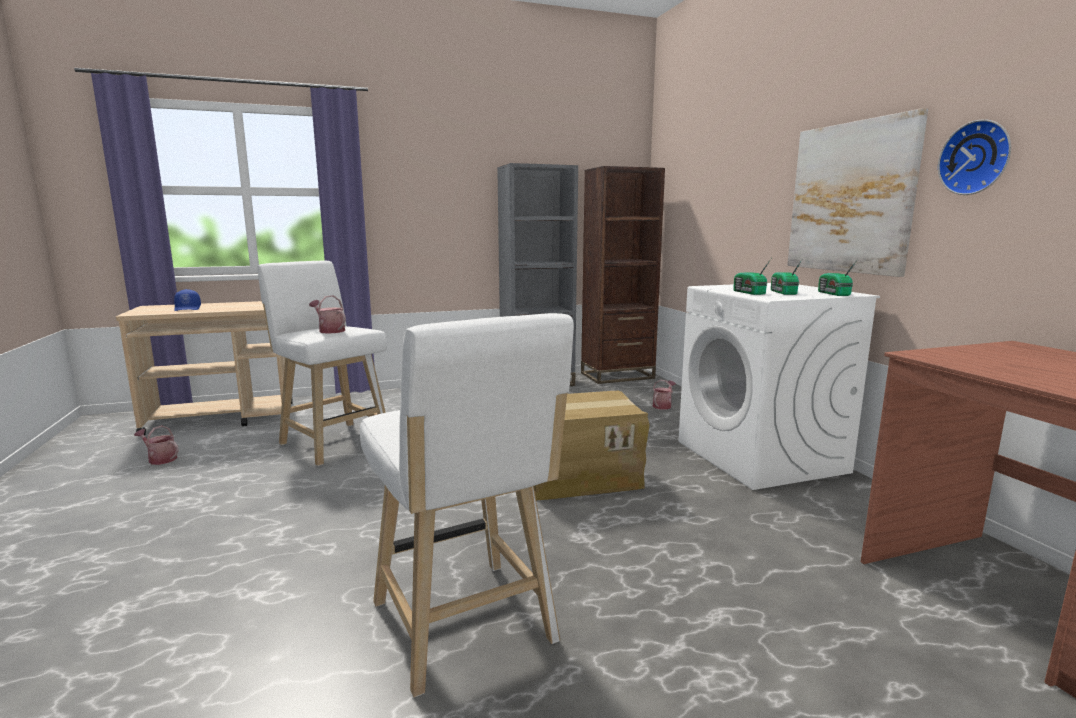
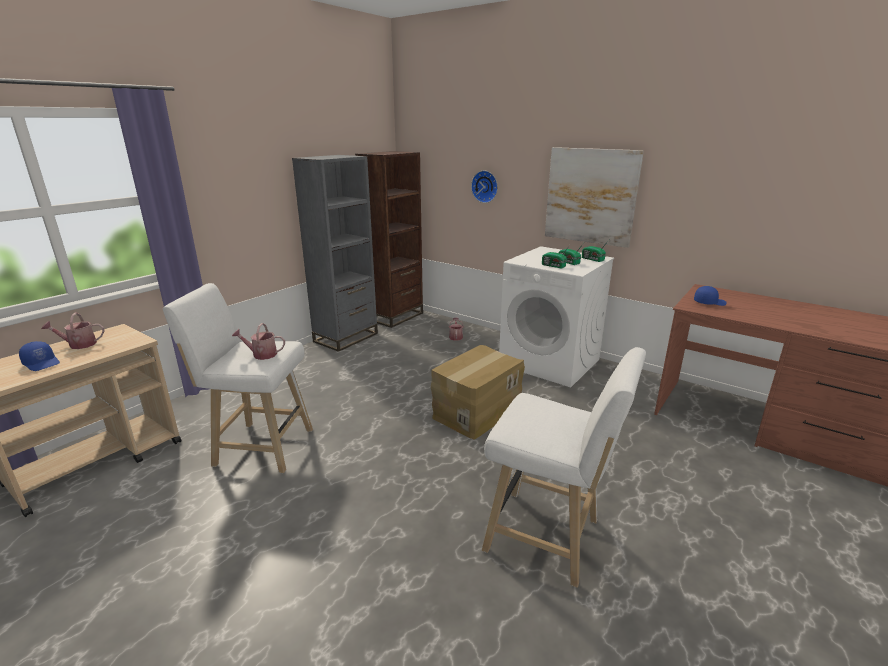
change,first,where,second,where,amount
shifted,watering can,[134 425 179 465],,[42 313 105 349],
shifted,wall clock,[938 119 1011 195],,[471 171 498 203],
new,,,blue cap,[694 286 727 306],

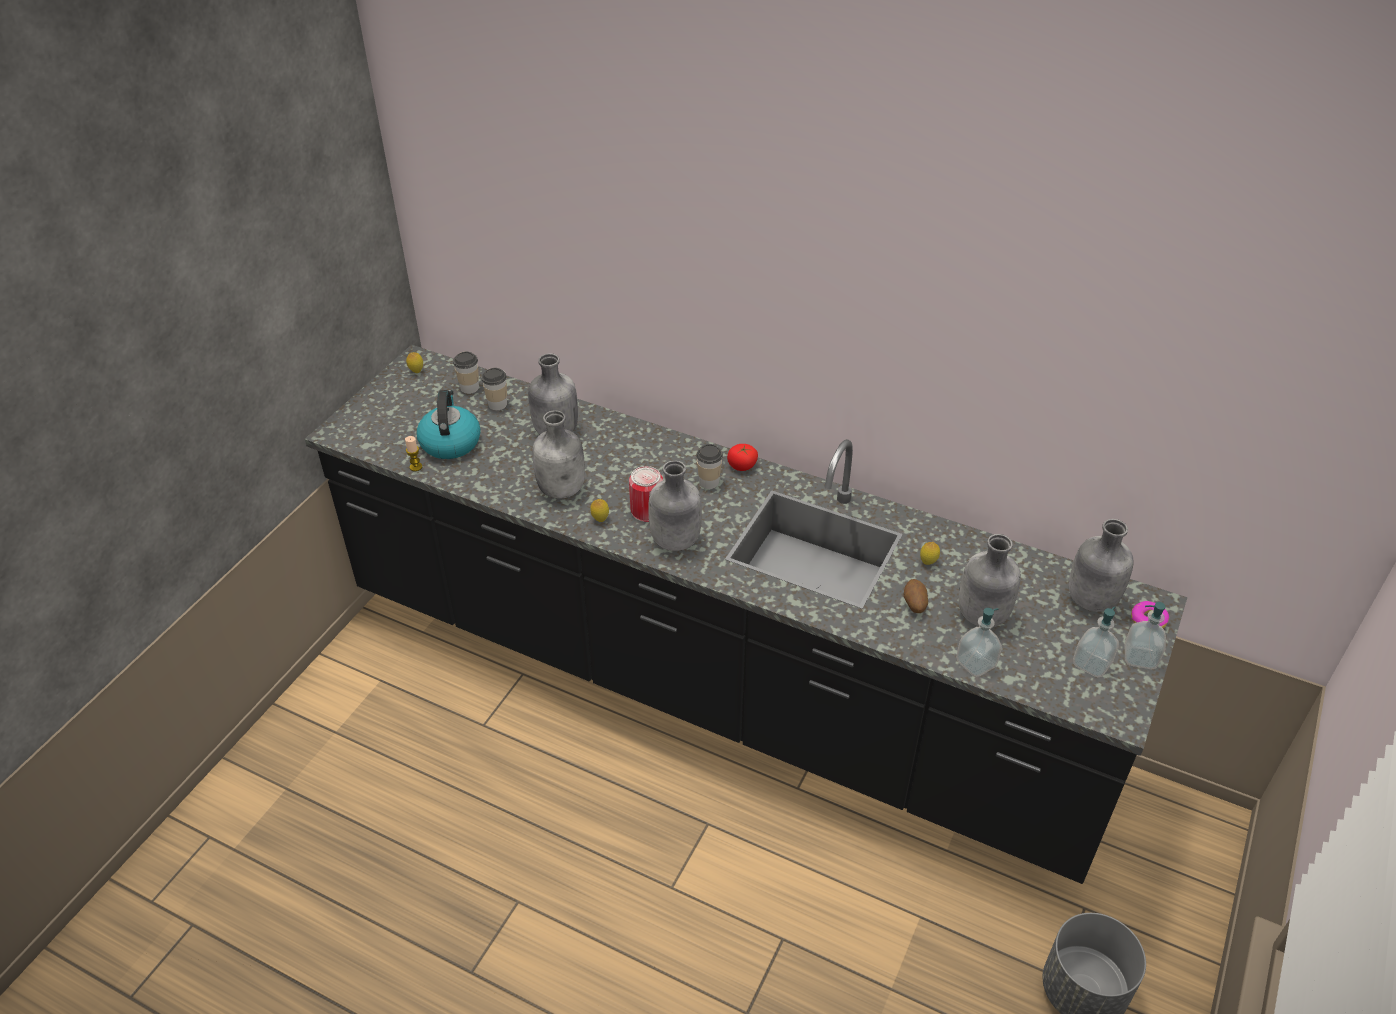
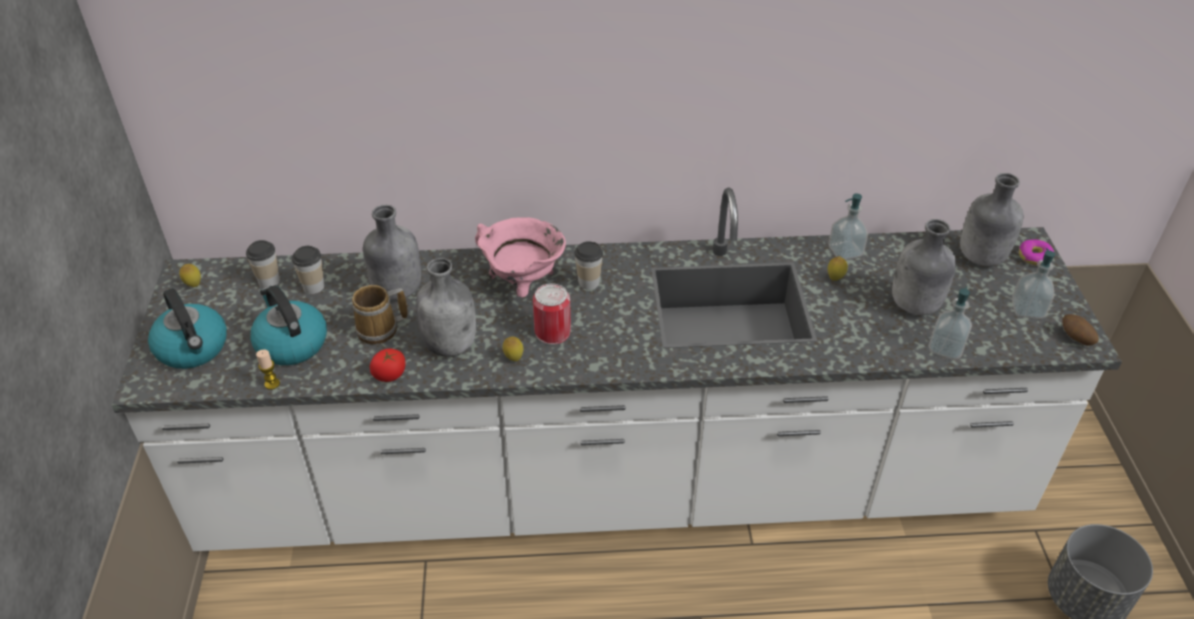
change,first,where,second,where,amount
repainted,black counter,[305 344 1187 884],white counter,[111 188 1122 551],
gone,grey bottle,[648 460 702 551],,,
shifted,tomato,[727 444 758 471],,[370 349 406 382],
shifted,potato,[904 579 928 613],,[1062 314 1099 346],
shifted,soap dispenser,[1125 602 1166 670],,[829 193 868 260],
new,,,kettle,[148 288 227 369],
new,,,mug,[352 285 408 344],
new,,,pink cooking pot,[475 217 566 297],

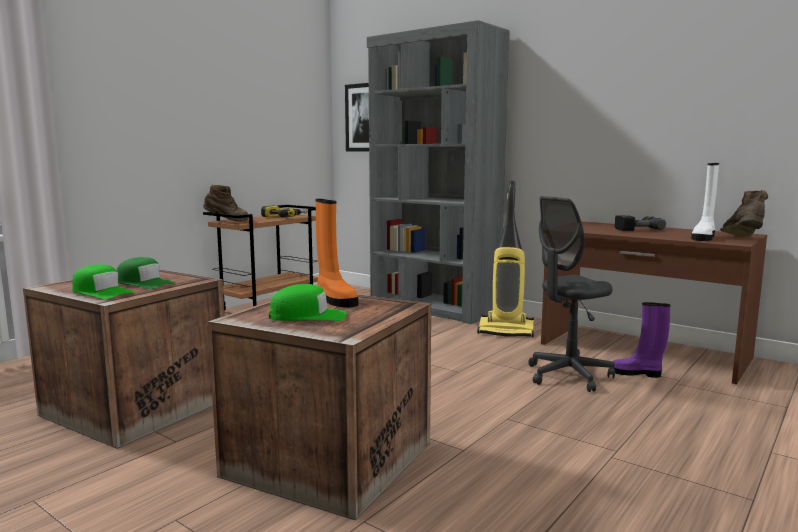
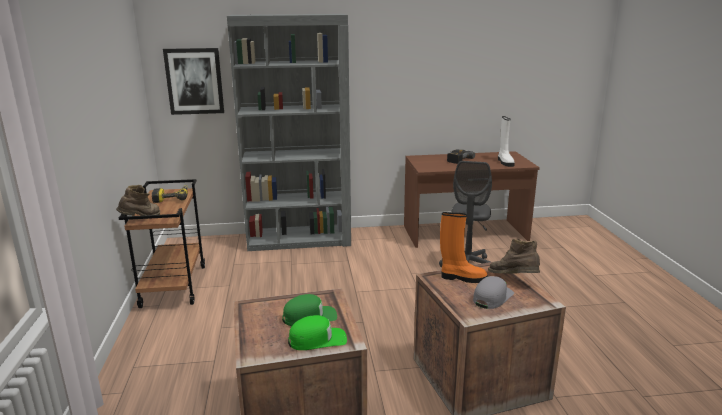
change,first,where,second,where,amount
repainted,green cap,[269 284 347 321],grey cap,[473 276 514 309],
gone,vacuum cleaner,[477 181 534 337],,,
gone,purple boot,[613 302 671 378],,,
shifted,brown boot,[720 190 768 237],,[488 239 540 274],

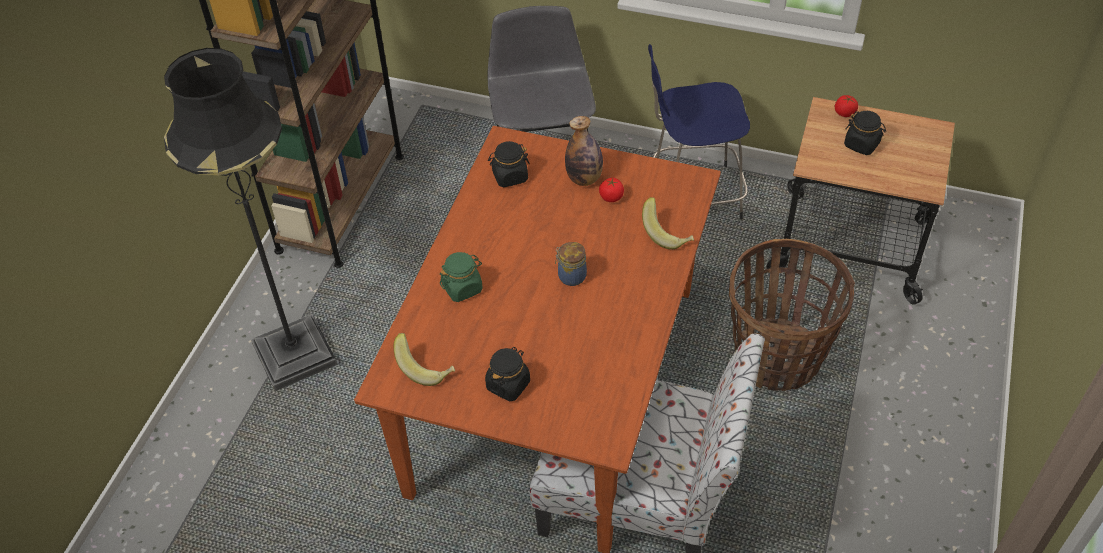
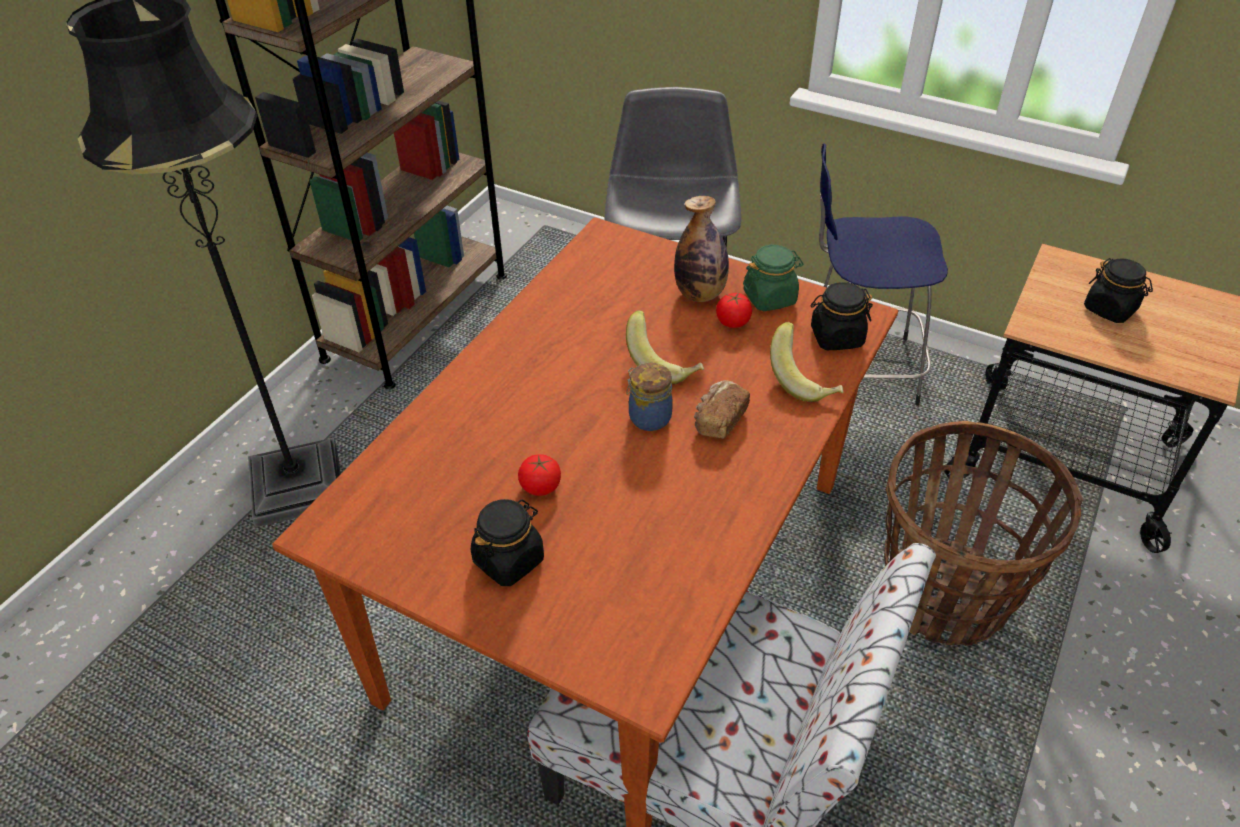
change,first,where,second,where,amount
shifted,banana,[394 333 455 386],,[626 310 704 384],
shifted,green jar,[440 252 483 302],,[743 245 803 311],
shifted,black jar,[488 141 530 187],,[810 282 873 350],
shifted,tomato,[835 95 858 117],,[518 454 561 496],
new,,,bread,[694 380 750 438],

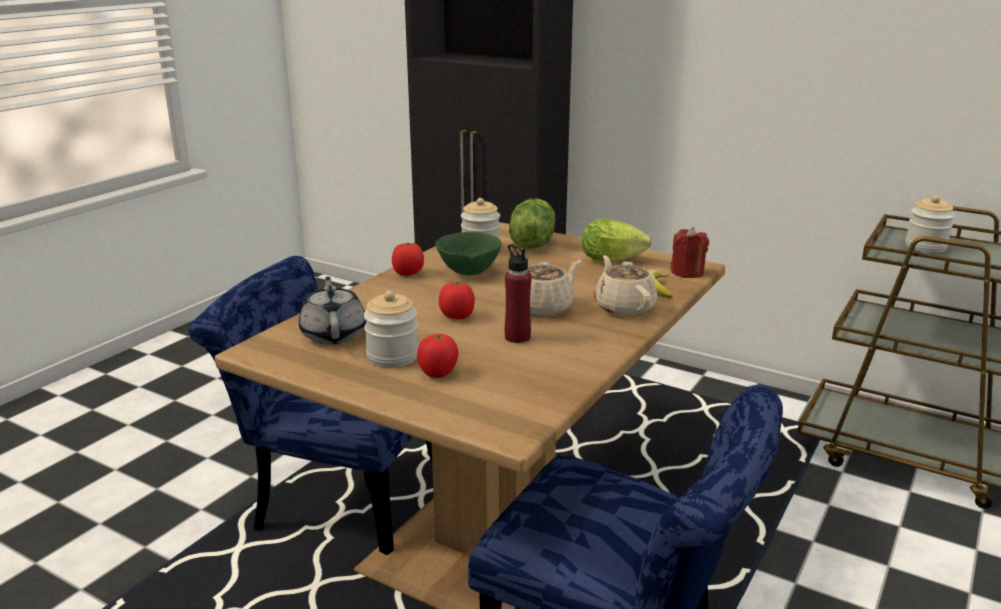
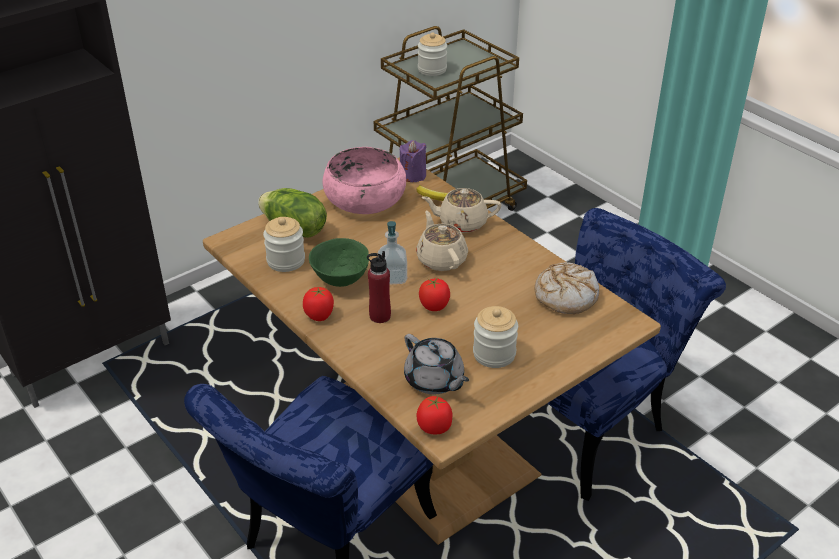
change,first,where,second,where,amount
rotated,grey teapot,[299 277 366 345],,[404 334 469 394],135 degrees counterclockwise
shifted,tomato,[417 334 459 378],,[416 395 452 434],
shifted,red bottle,[505 244 532 343],,[367 251 391 323],
swapped,lettuce,[582 219 652 262],pink bowl,[322 147 406 214],
repainted,red candle,[670 227 709 278],purple candle,[400 140 427 182],
new,,,soap dispenser,[378 221 407 284],
new,,,bread,[535 262 599 314],

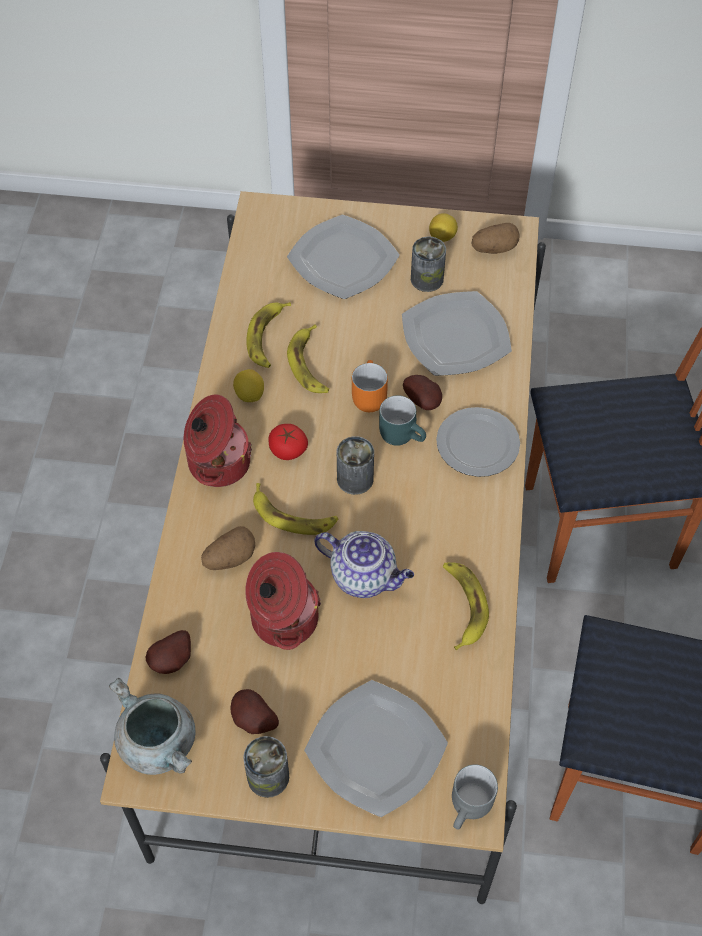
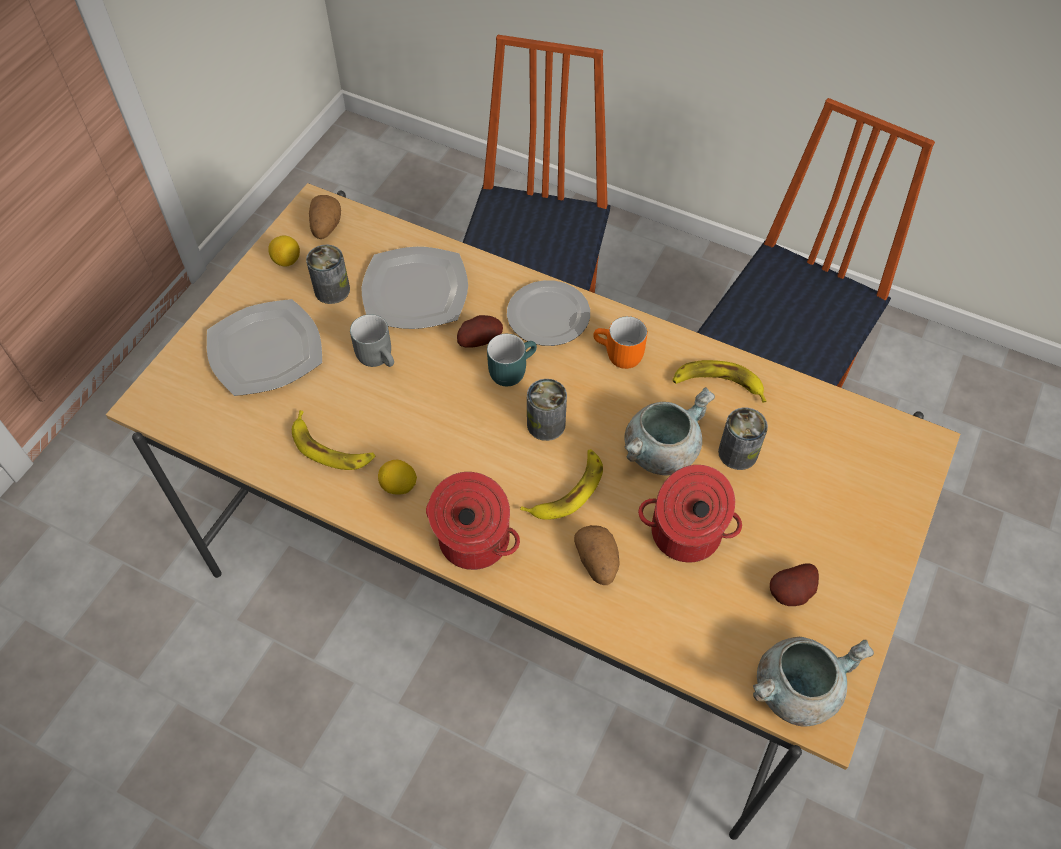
change,first,where,second,where,amount
gone,potato,[145 630 191 674],,,
shifted,can,[243 736 289 798],,[718 408 768 470],
gone,tomato,[269 424 308 460],,,
gone,banana,[287 324 329 393],,,
gone,plate,[304 680 448 817],,,
swapped,teapot,[314 531 414 598],grey cooking pot,[624 387 715 476],
shifted,orange mug,[352 360 388 412],,[593 316 647 369],
shifted,grey mug,[452 764 498 830],,[350 314 394 367],

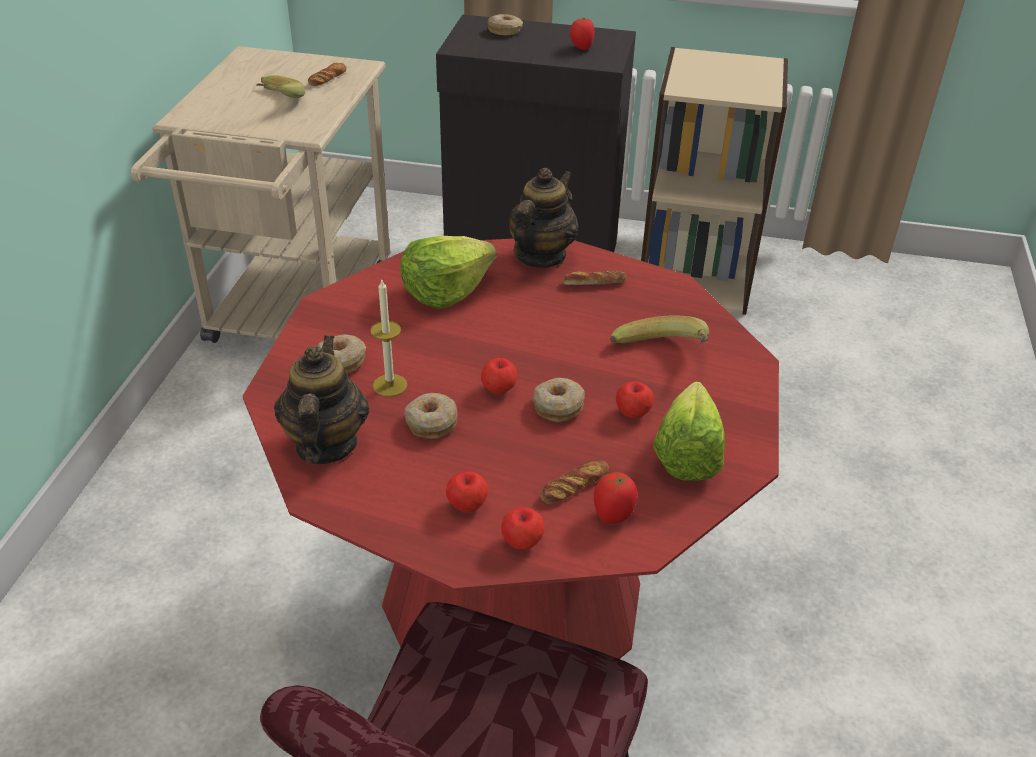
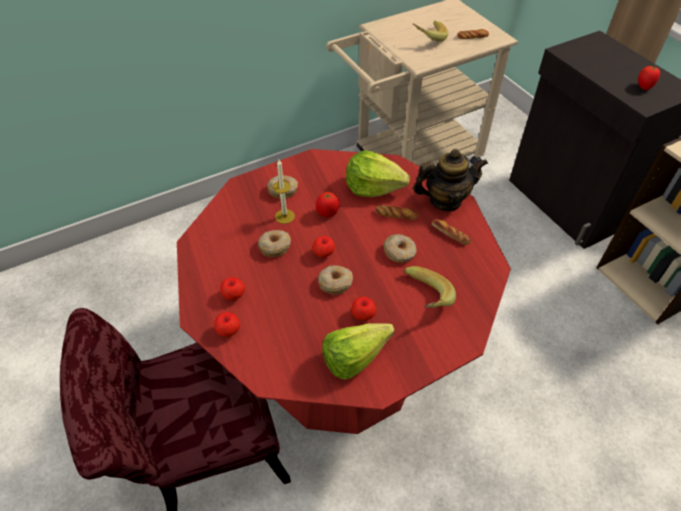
change,first,where,second,where,amount
gone,teapot,[274 335 370 464],,,
shifted,donut,[488 14 523 35],,[383 234 417 263],
shifted,bread,[540 459 609 504],,[375 205 418 220],
shifted,tomato,[594 472 637 524],,[316 192 340 217],

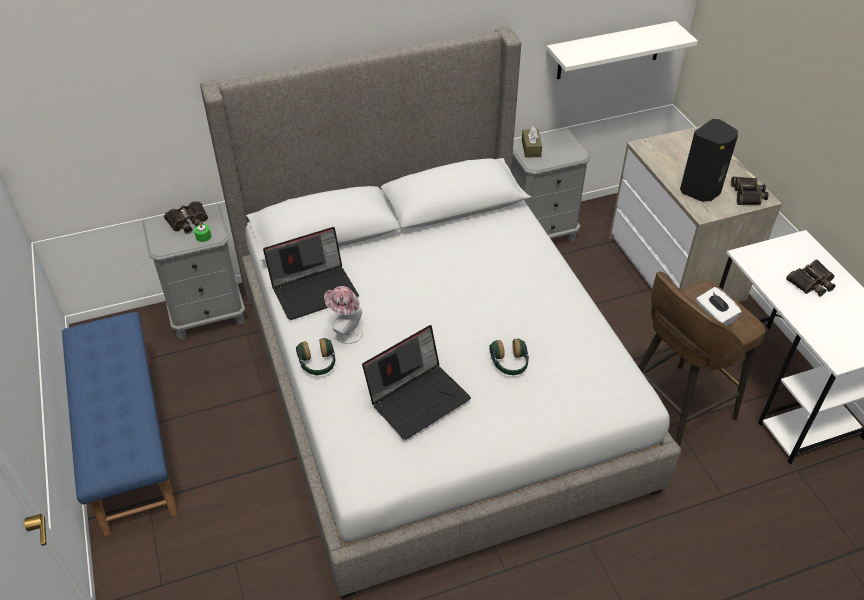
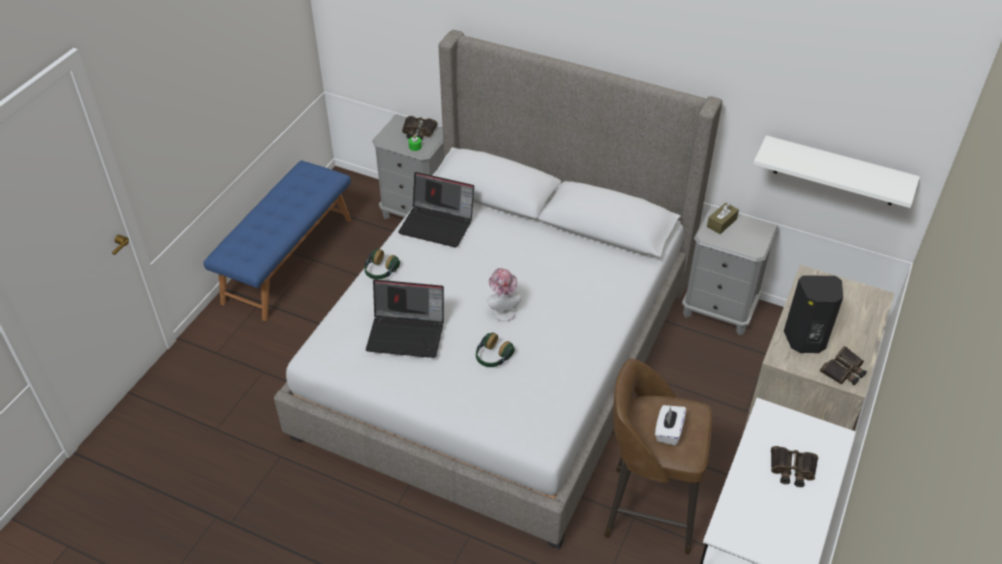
change,first,where,second,where,amount
shifted,hat,[324 286 363 344],,[487 268 521 321],

